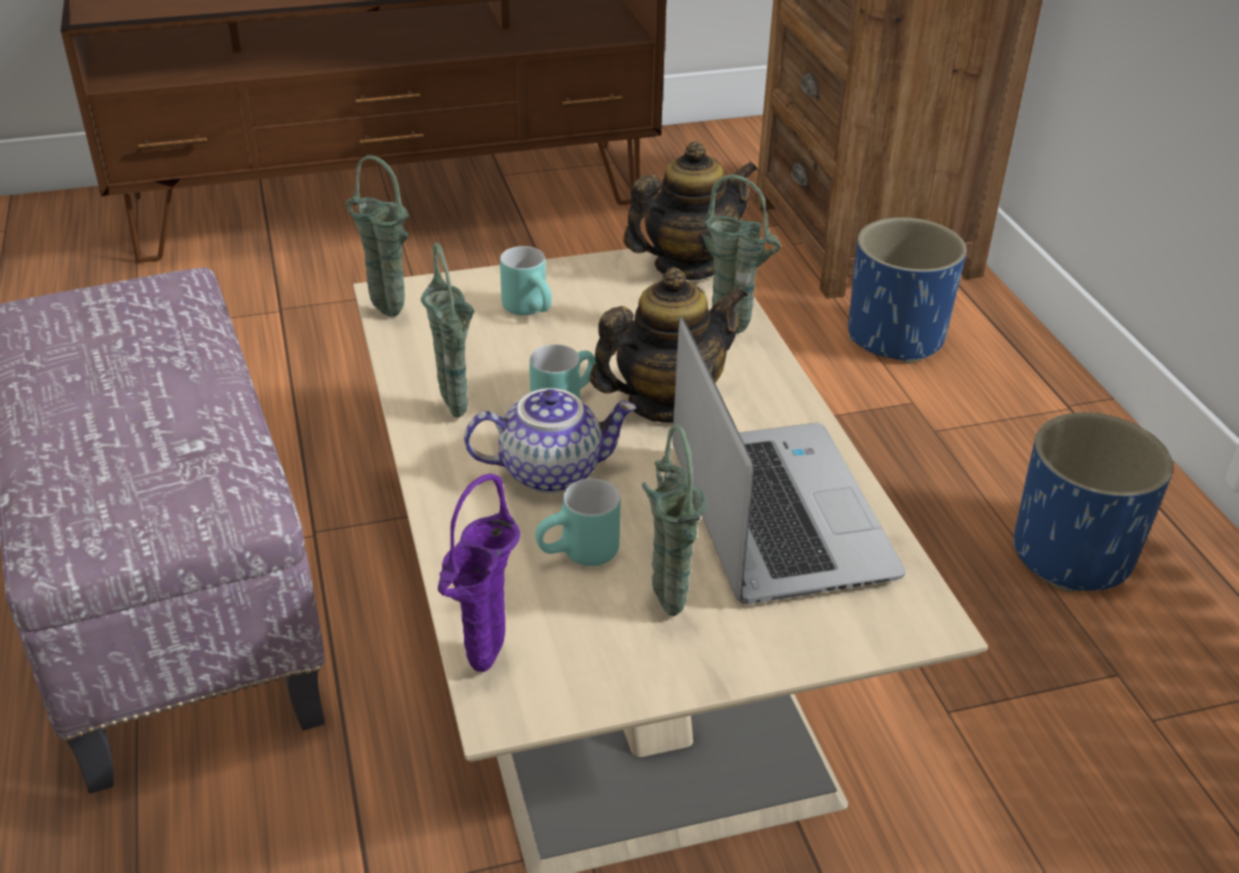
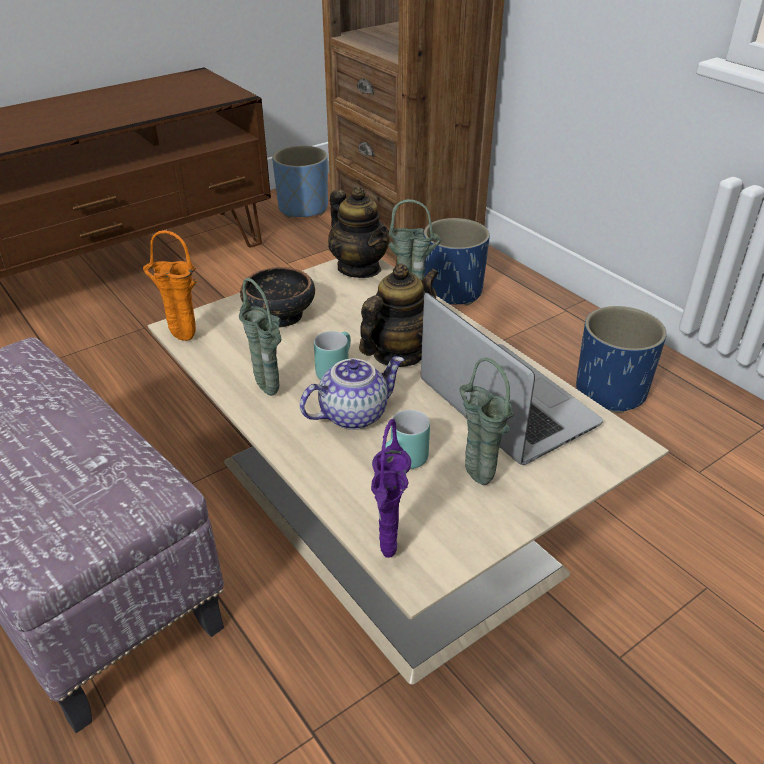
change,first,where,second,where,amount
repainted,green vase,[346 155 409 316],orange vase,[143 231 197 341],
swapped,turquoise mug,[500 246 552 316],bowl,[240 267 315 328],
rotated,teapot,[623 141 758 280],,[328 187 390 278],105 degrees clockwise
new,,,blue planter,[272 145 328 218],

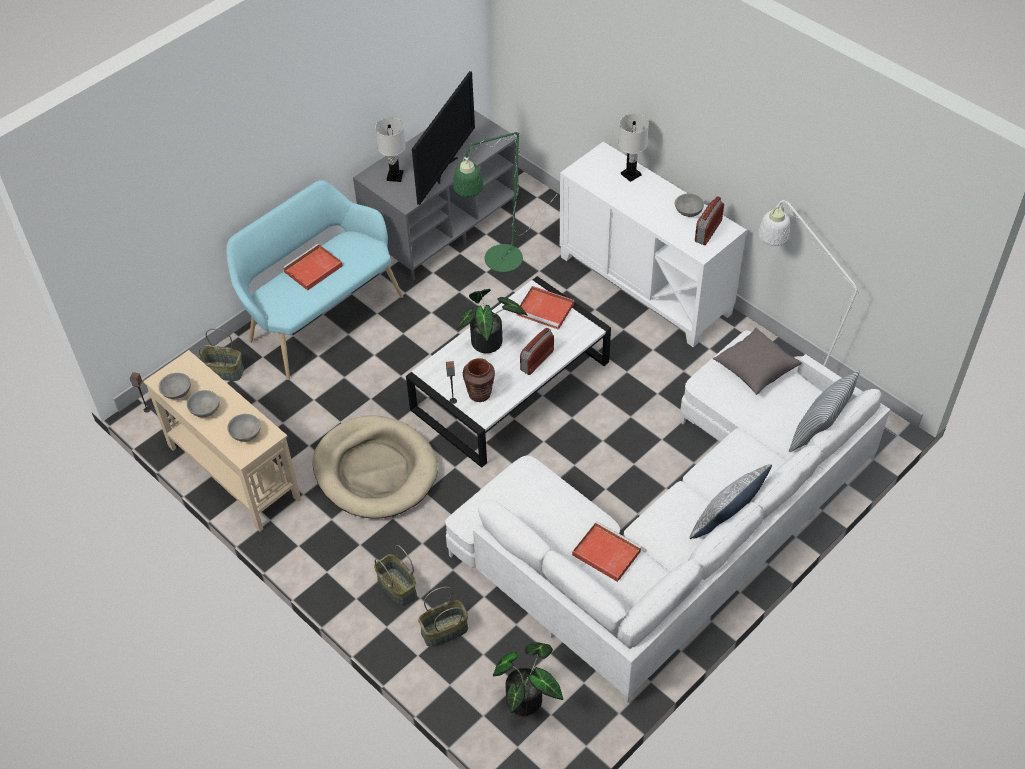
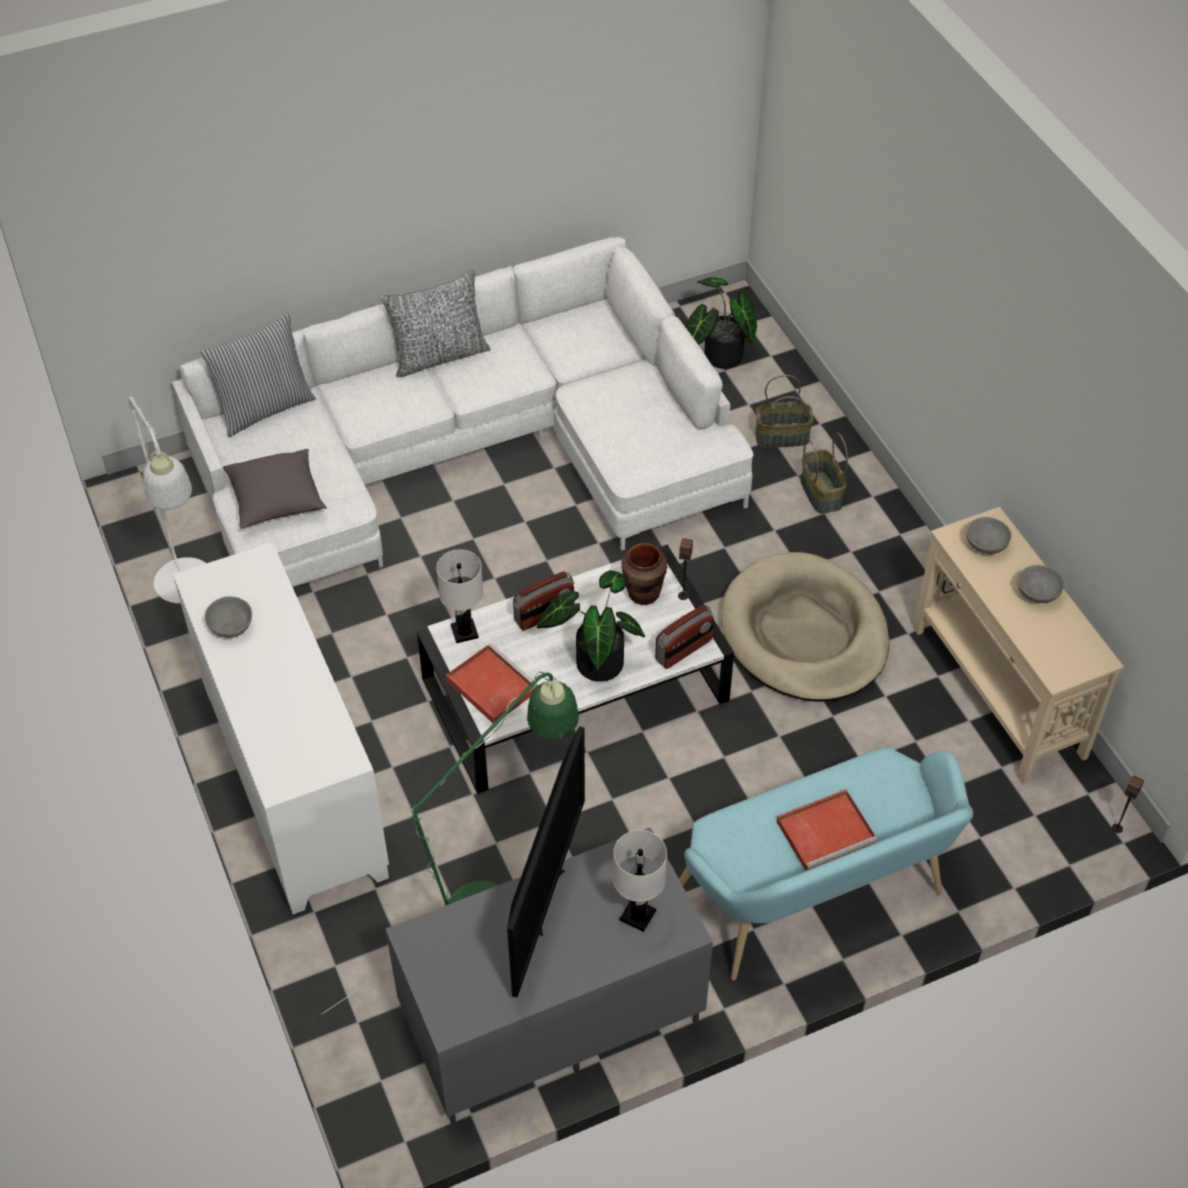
change,first,where,second,where,amount
gone,grey bowl,[159 373 191 399],,,
gone,basket,[198 328 244 381],,,
rotated,television,[412 71 475 205],,[507 726 585 997],150 degrees clockwise
gone,red tray,[572 521 642 582],,,
shifted,white table lamp,[619 114 649 182],,[436 549 484 643],
shifted,radio,[695 196 724 245],,[655 605 714 669],

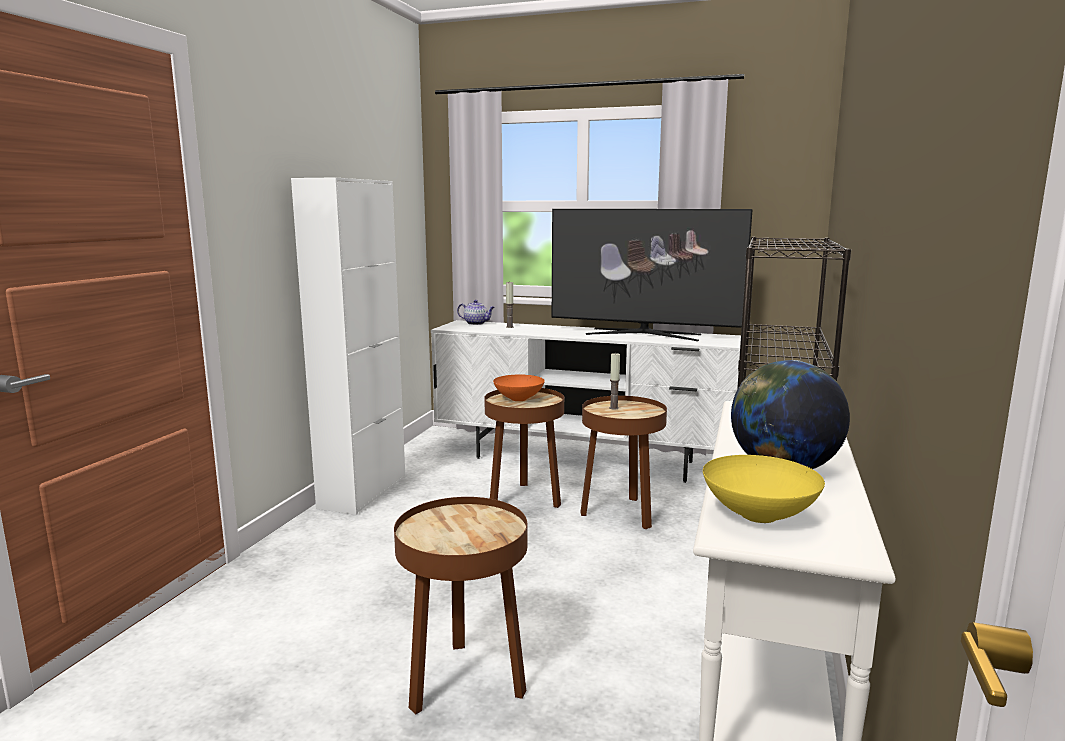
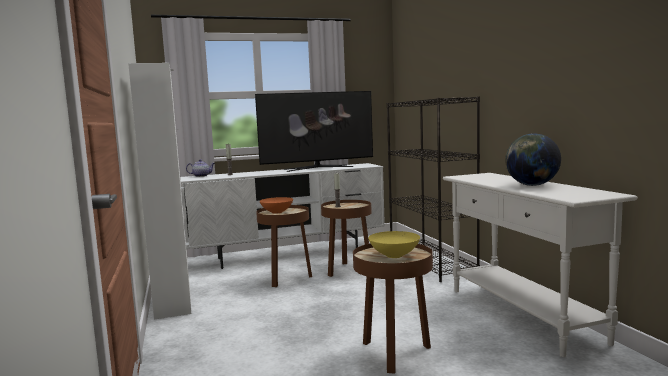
change,first,where,second,where,amount
shifted,yellow bowl,[703 455 825 523],,[368 231 420 258],

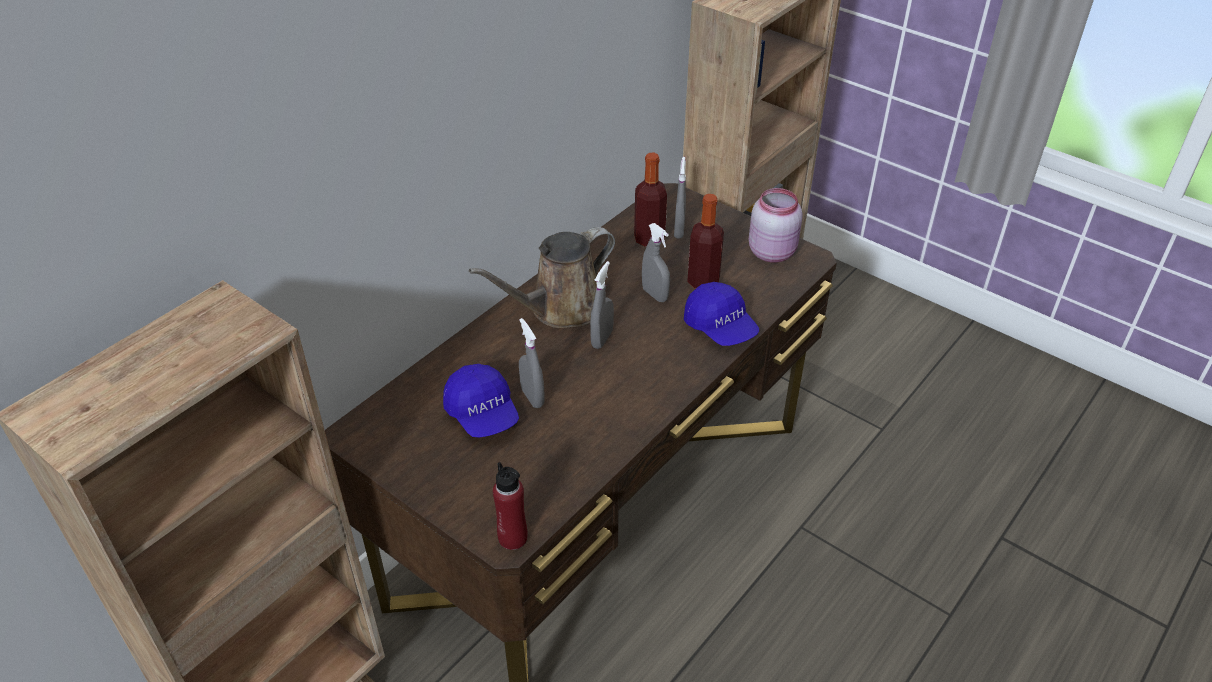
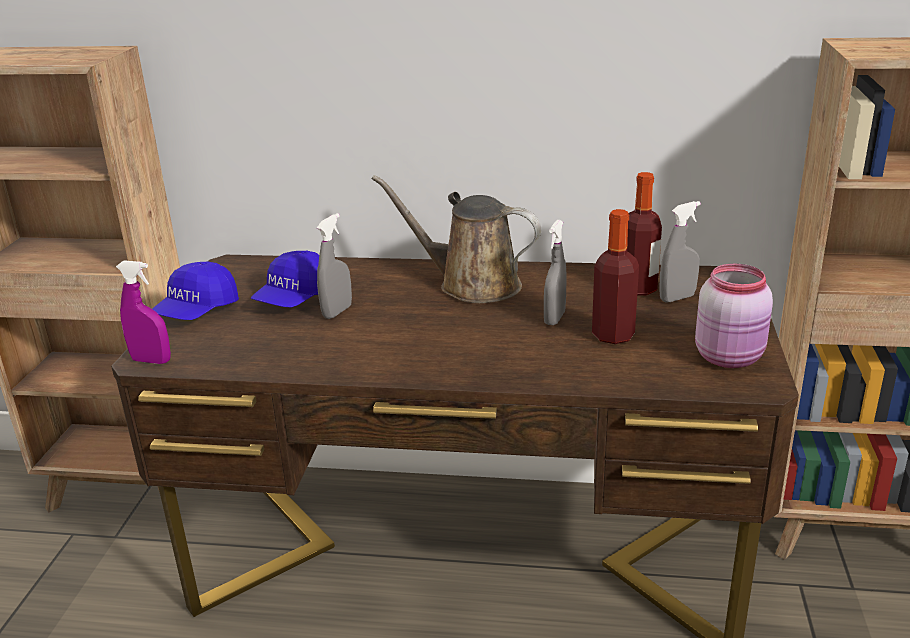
change,first,where,second,where,amount
swapped,red bottle,[493 462 527 550],purple spray bottle,[116 260 171 364],
gone,grey spray bottle,[590 261 614 349],,,
shifted,blue cap,[684 282 759 346],,[152 262 239 320],

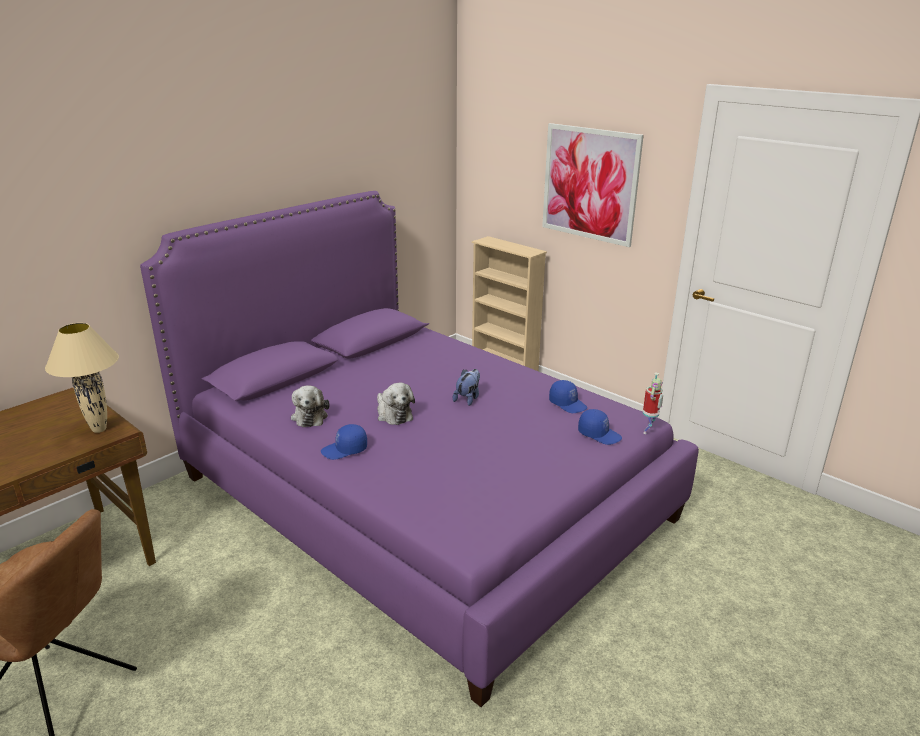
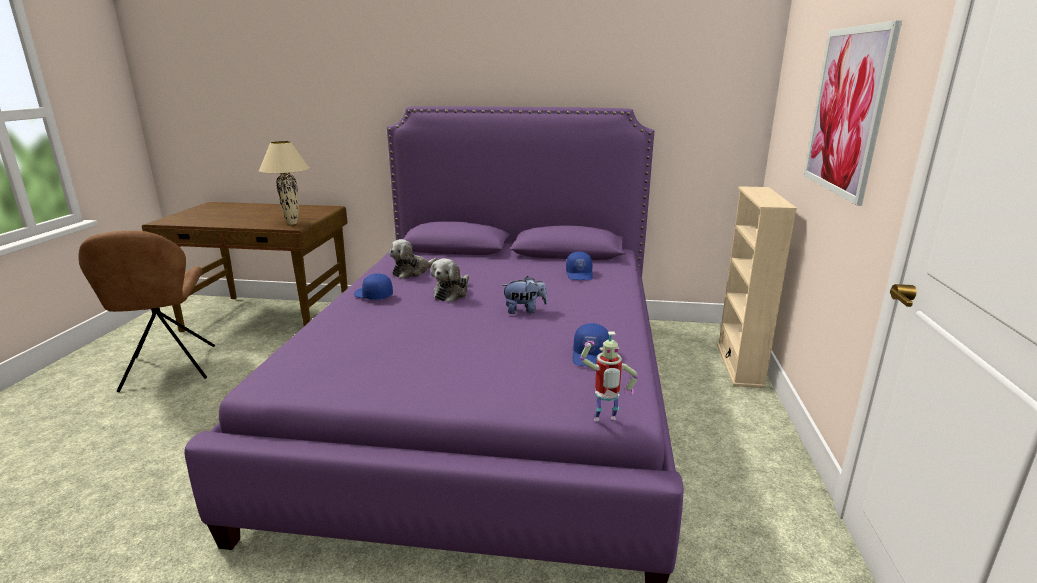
change,first,where,second,where,amount
shifted,blue cap,[578 409 622 445],,[566 251 593 280],

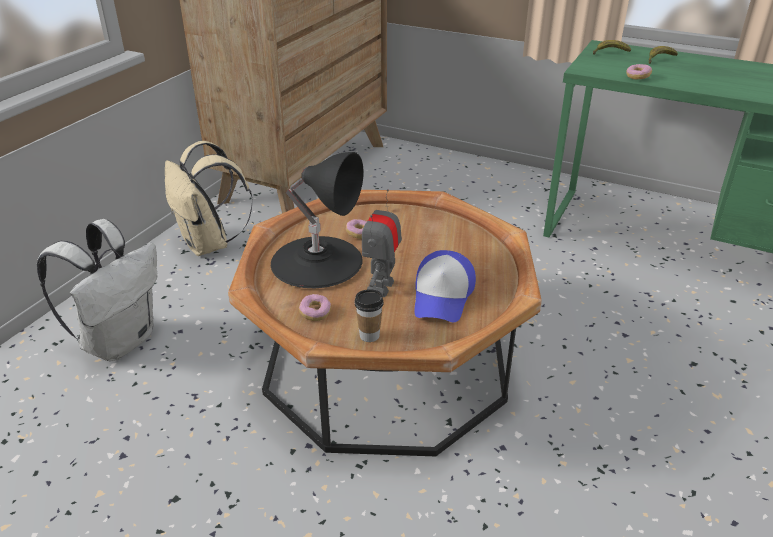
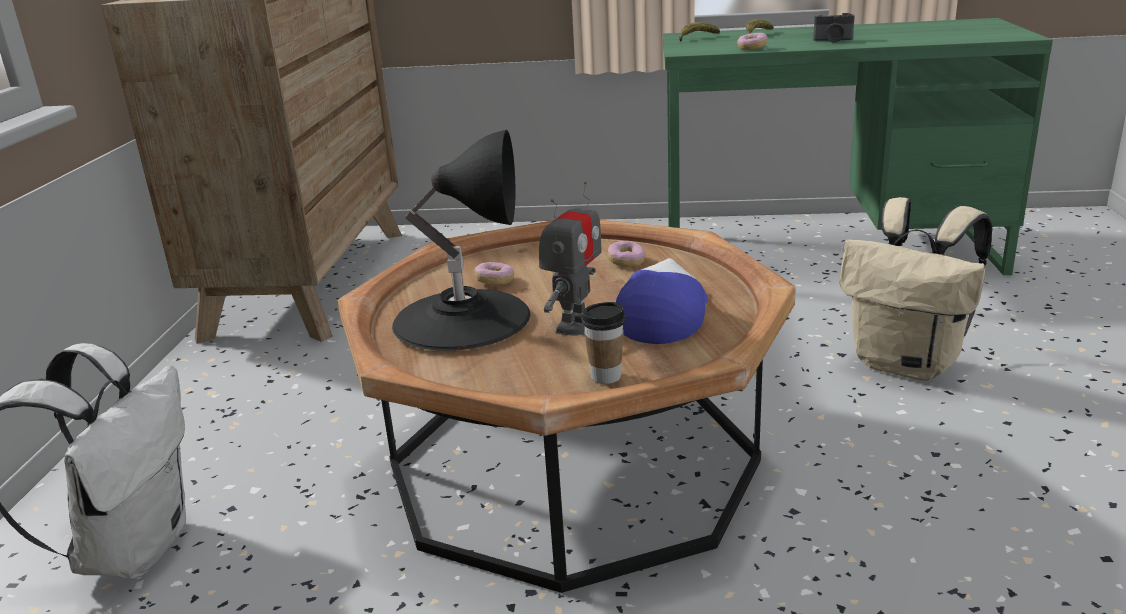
change,first,where,second,where,amount
shifted,beige backpack,[165 141 252 256],,[840 197 992 381],
shifted,donut,[299 294 331 321],,[608 241 645 267],
rotated,toy robot,[362 189 402 297],,[539 181 602 335],150 degrees counterclockwise
rotated,cap,[414 250 476 322],,[616 258 708 344],150 degrees counterclockwise
new,,,photo camera,[813 13 854 43],

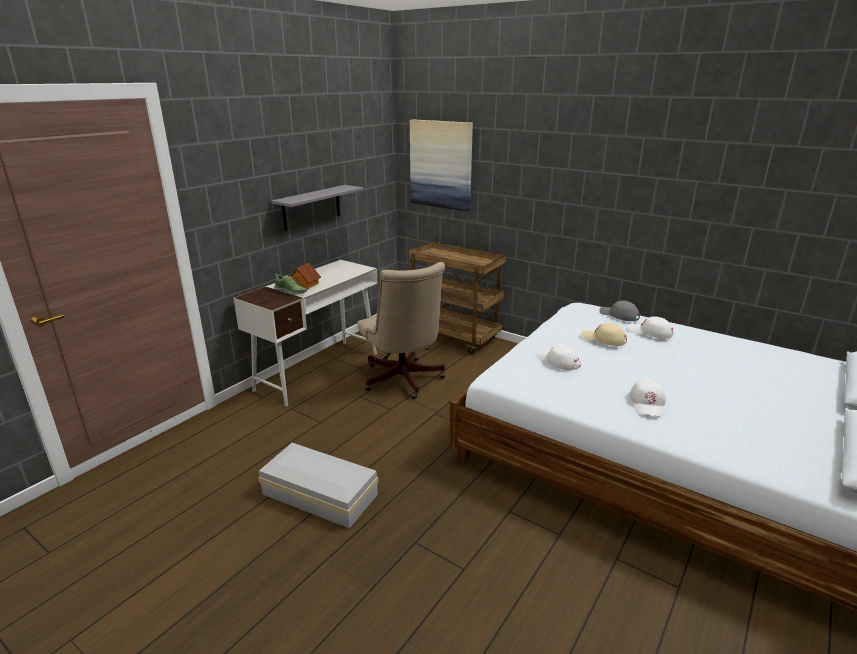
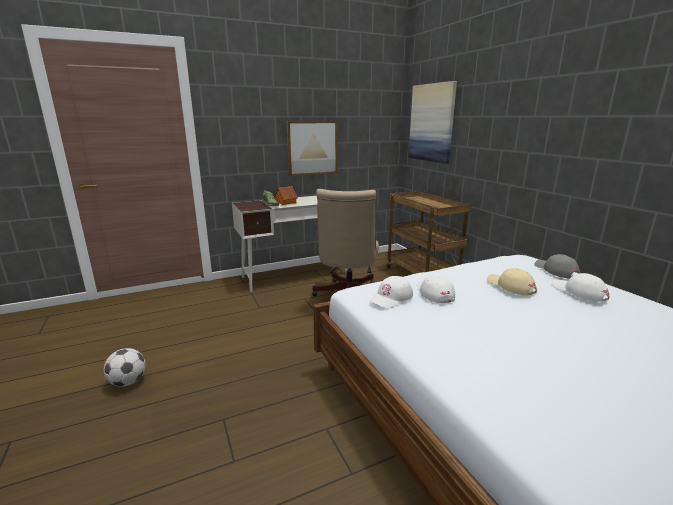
change,first,where,second,where,amount
gone,white storage box,[258 443 379 529],,,
swapped,grey shelf,[271 185 363 231],picture,[287 121 337 176],
shifted,white cap,[629 379 666 417],,[369 276 413 309],
new,,,football,[104 348 146 387],

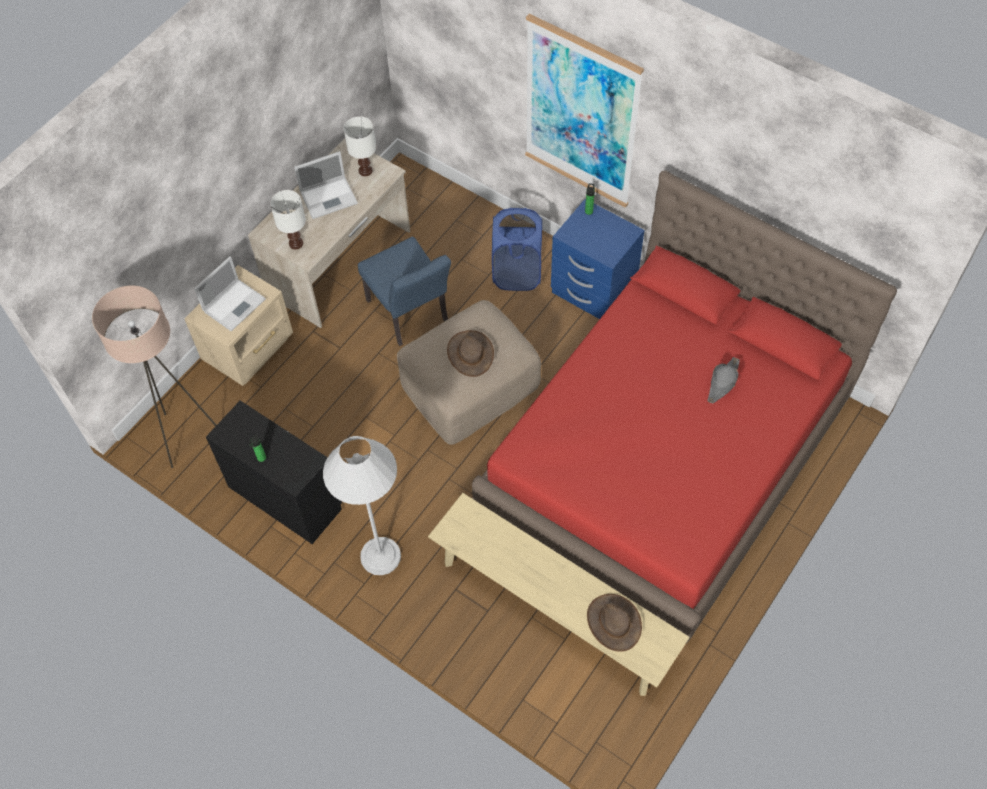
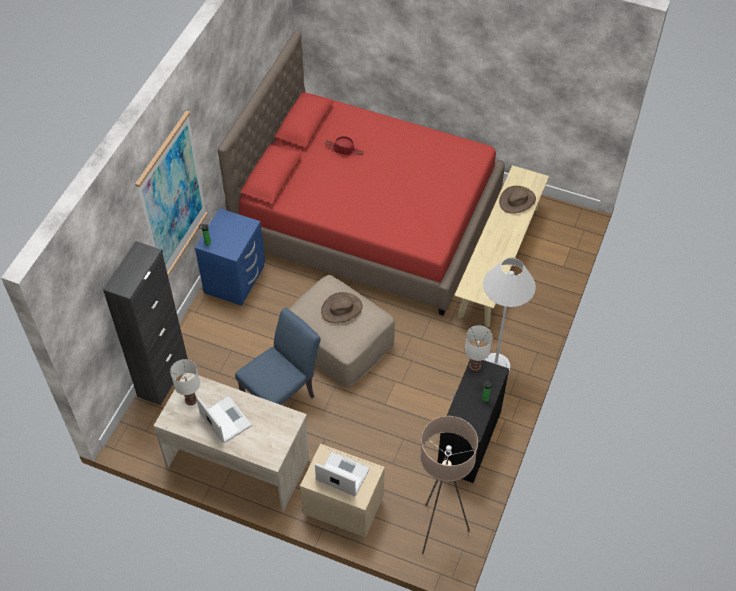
change,first,where,second,where,amount
shifted,white table lamp,[270 190 306 249],,[465 325 492 372],
gone,blue laundry basket,[492 208 542 291],,,
repainted,grey hat,[707 357 740 403],red hat,[325 136 363 155],
new,,,black cabinet,[103 241 188 405],

